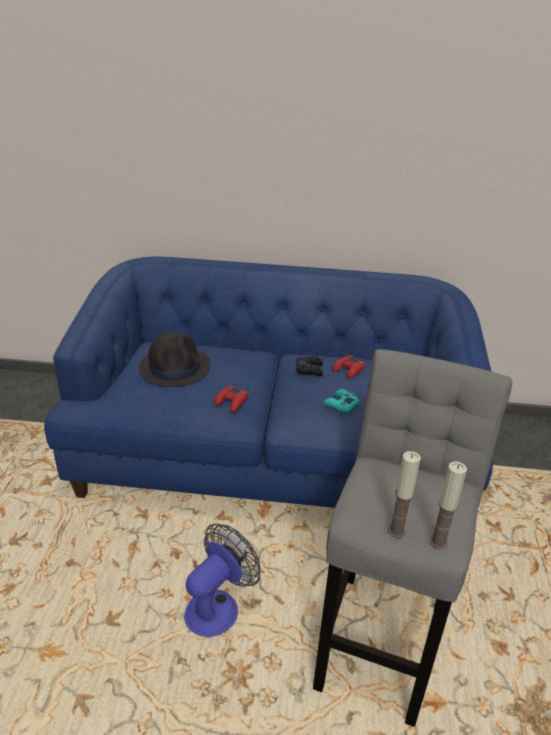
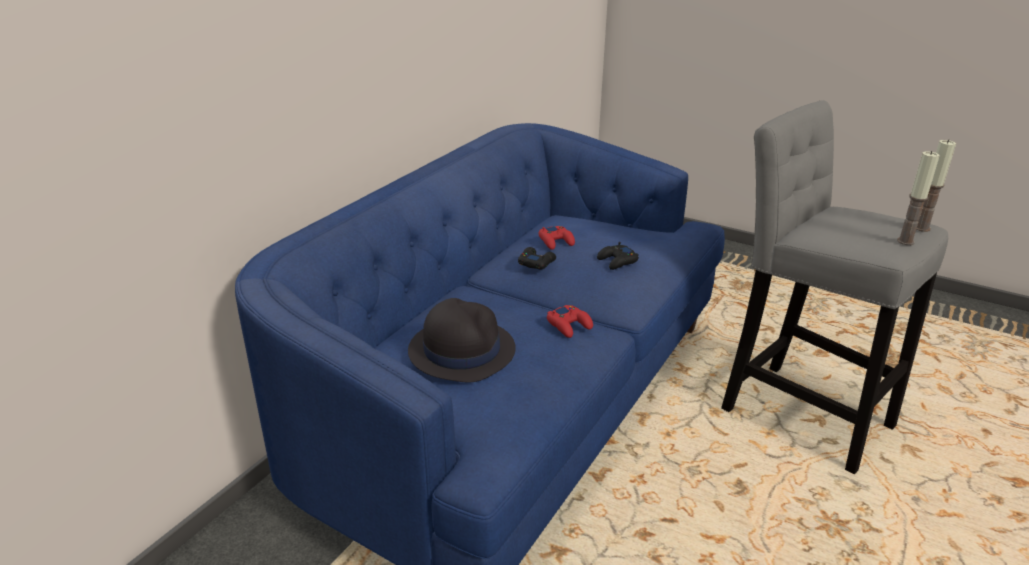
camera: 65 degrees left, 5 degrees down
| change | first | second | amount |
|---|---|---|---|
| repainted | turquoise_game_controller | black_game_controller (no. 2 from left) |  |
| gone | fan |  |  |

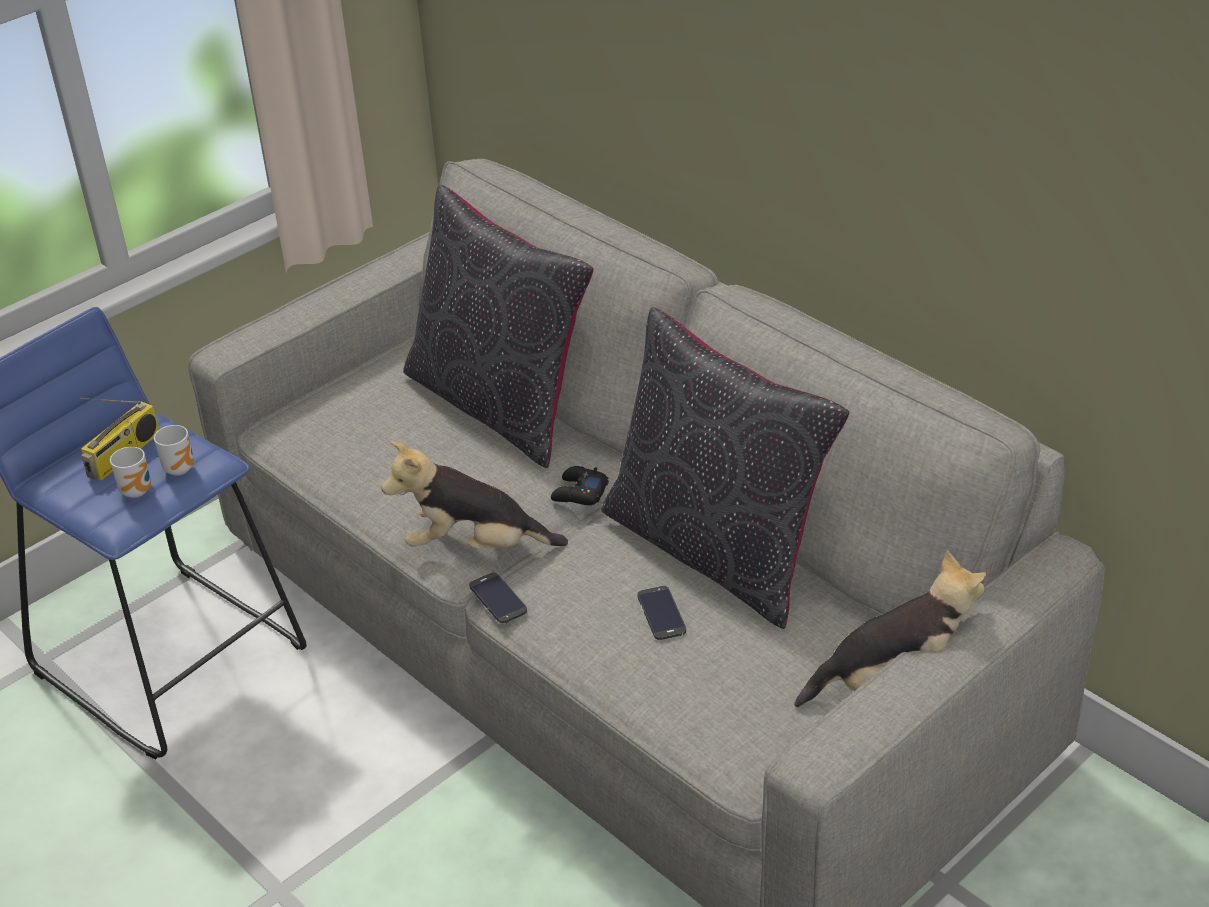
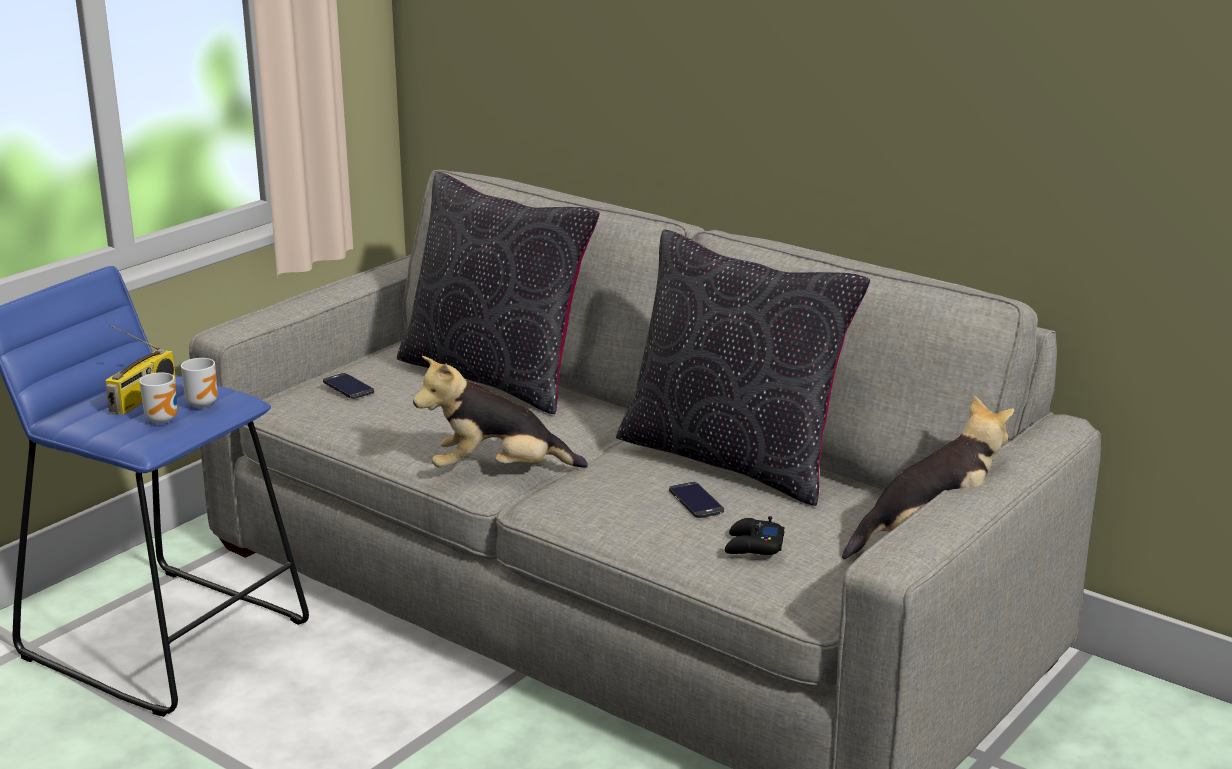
camera: 10 degrees left, 15 degrees down
| change | first | second | amount |
|---|---|---|---|
| shifted | black_game_controller |  |  |
| shifted | phone (no. 1 from left) |  |  |

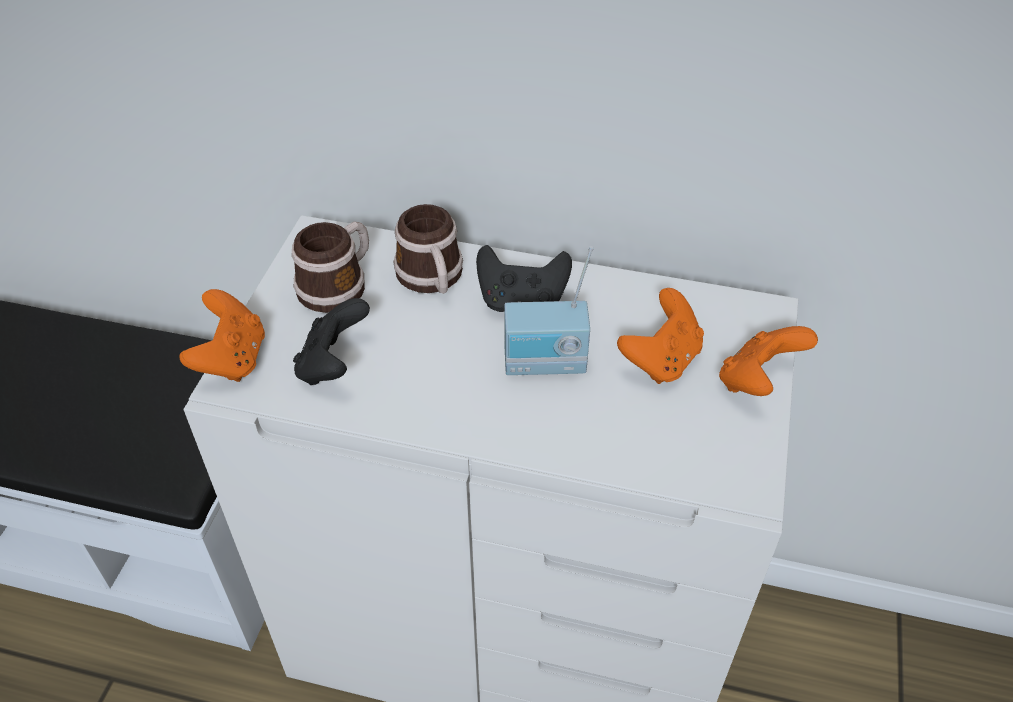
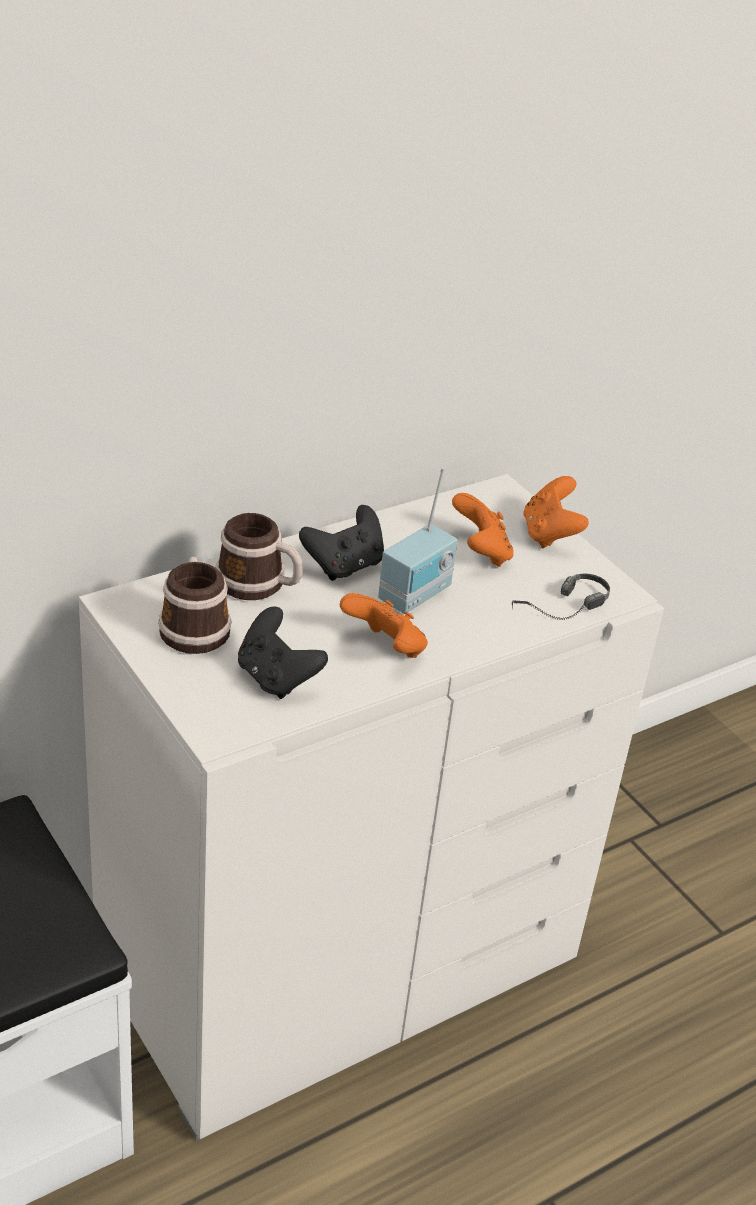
camera: 50 degrees left, 10 degrees down
| change | first | second | amount |
|---|---|---|---|
| shifted | orange_game_controller (no. 1 from left) |  |  |
| new |  | headphones |  |

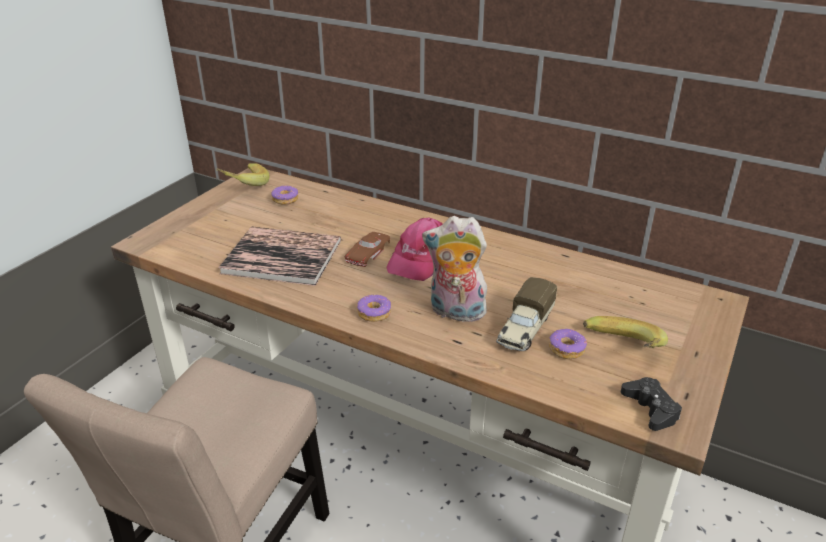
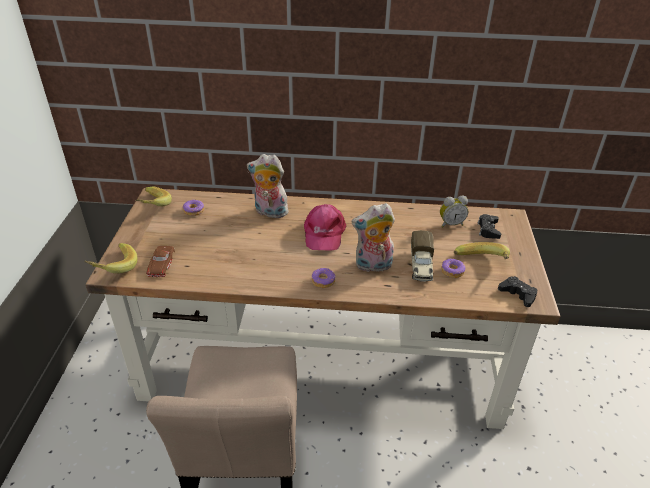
camera: 25 degrees left, 5 degrees up
| change | first | second | amount |
|---|---|---|---|
| gone | book |  |  |
| shifted | brown_toy_car |  |  |
| new |  | plush_toy (no. 1 from left) |  |
| new |  | alarm_clock |  |
| new |  | black_game_controller (no. 1 from left) |  |
| new |  | banana (no. 1 from left) |  |

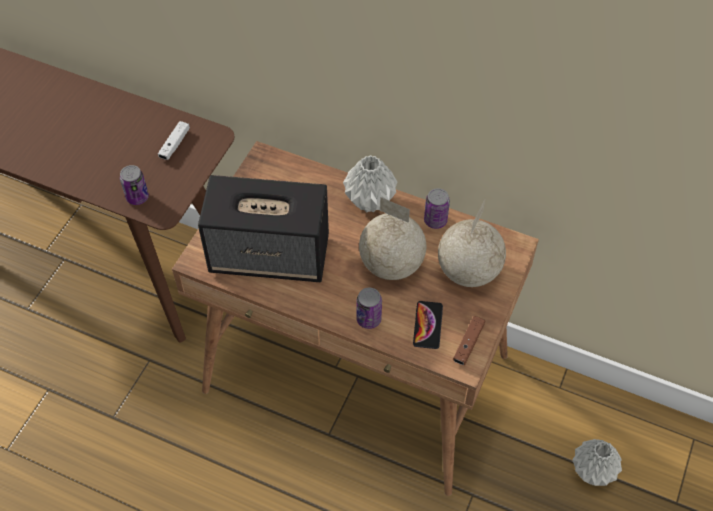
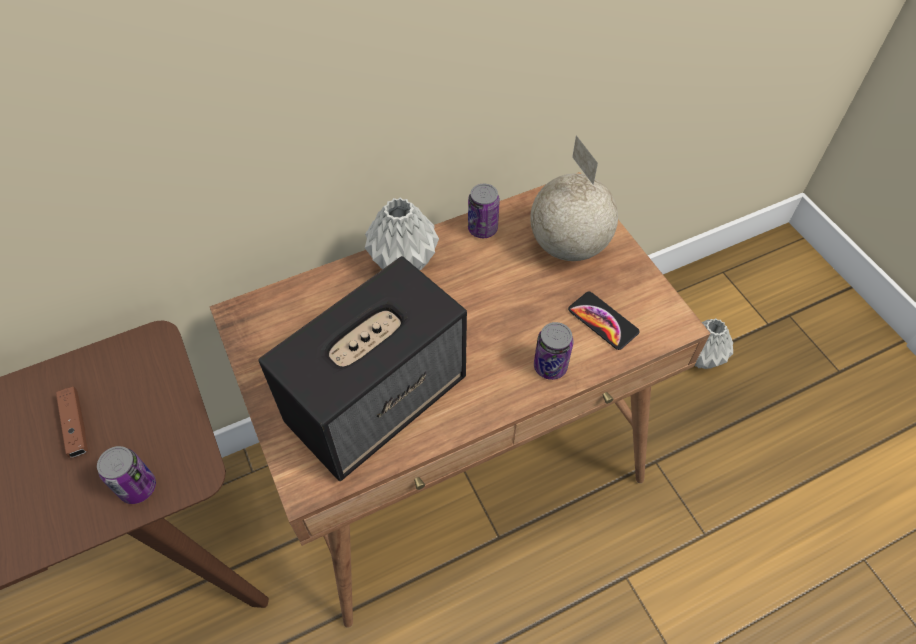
camera: 50 degrees left, 0 degrees up
| change | first | second | amount |
|---|---|---|---|
| gone | white_game_controller |  |  |
| gone | globe (no. 1 from left) |  |  |
| shifted | brown_game_controller |  |  |

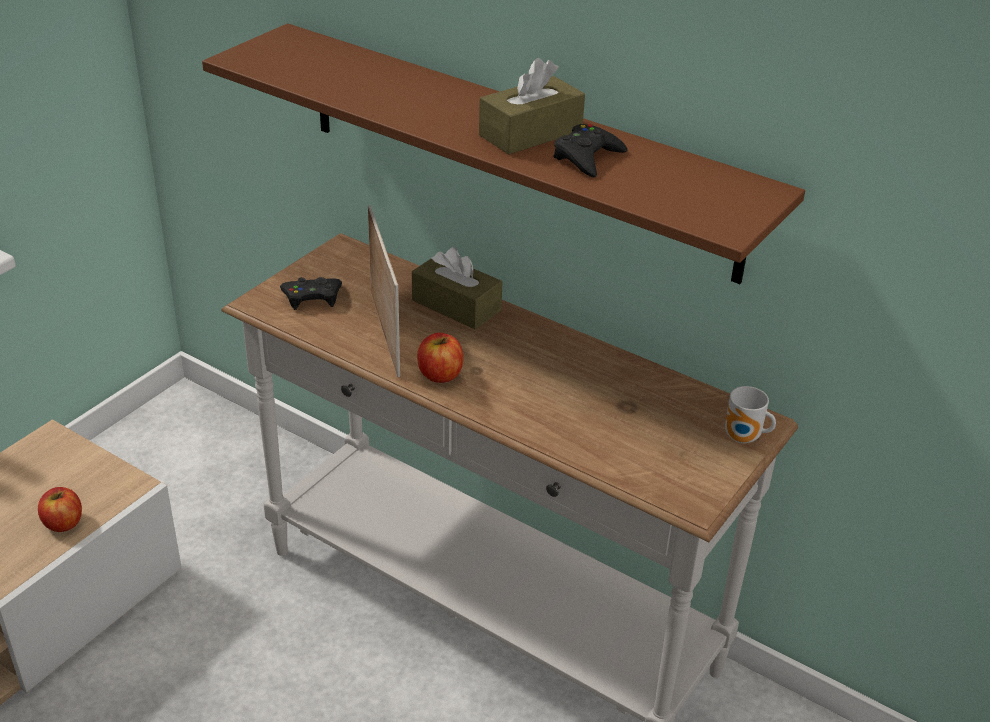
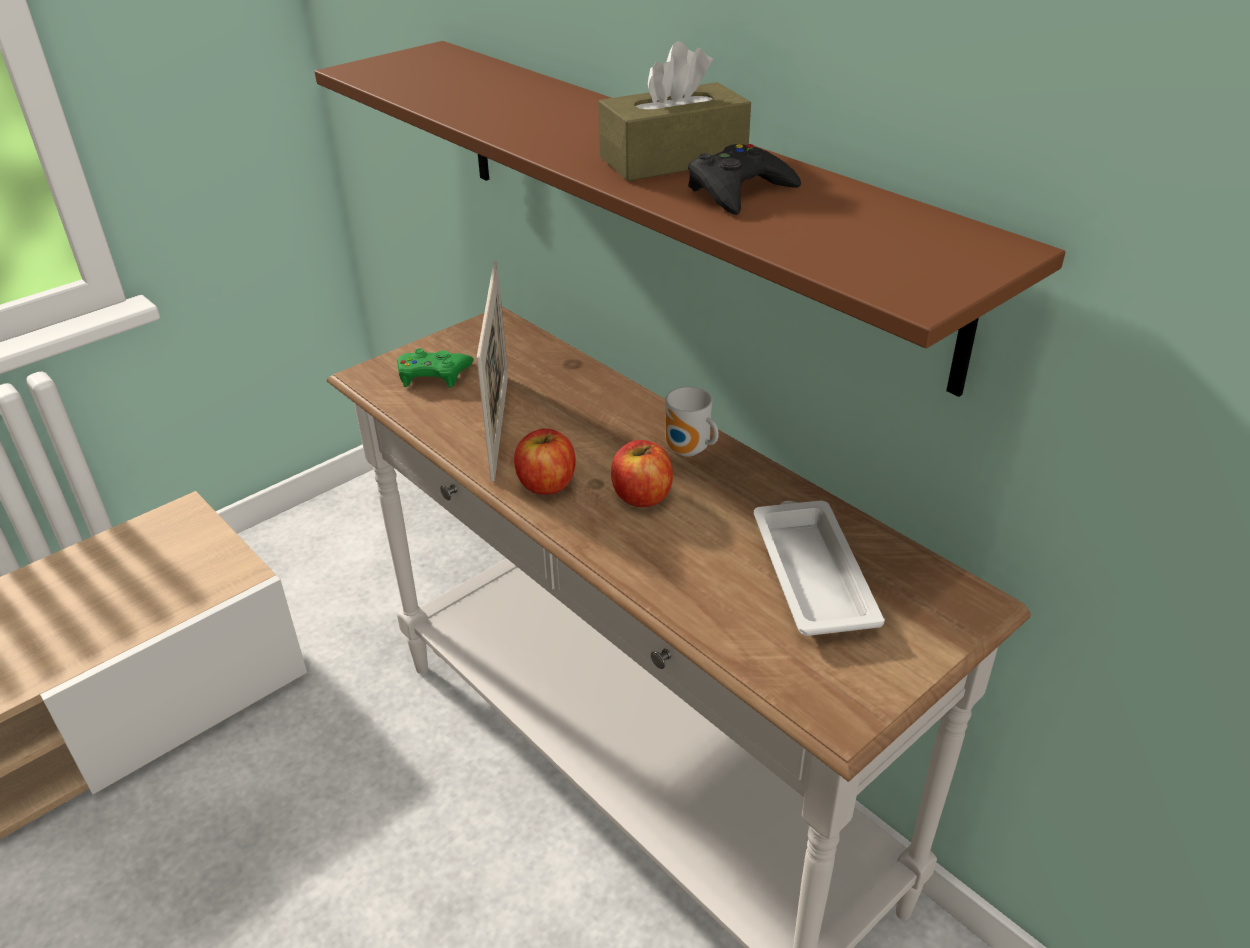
camera: 15 degrees right, 0 degrees up
| change | first | second | amount |
|---|---|---|---|
| gone | brown_tissue_box (no. 1 from left) |  |  |
| repainted | black_game_controller (no. 1 from left) | green_game_controller |  |
| shifted | mug |  |  |
| shifted | apple (no. 1 from left in the first image) | apple (no. 2 from left) |  |
| new |  | white_tray |  |

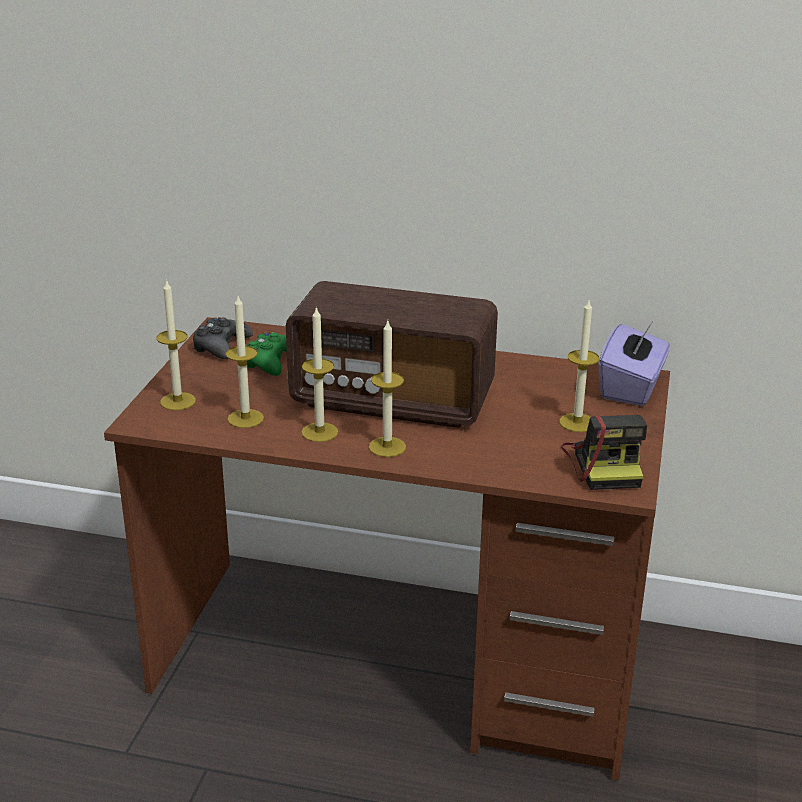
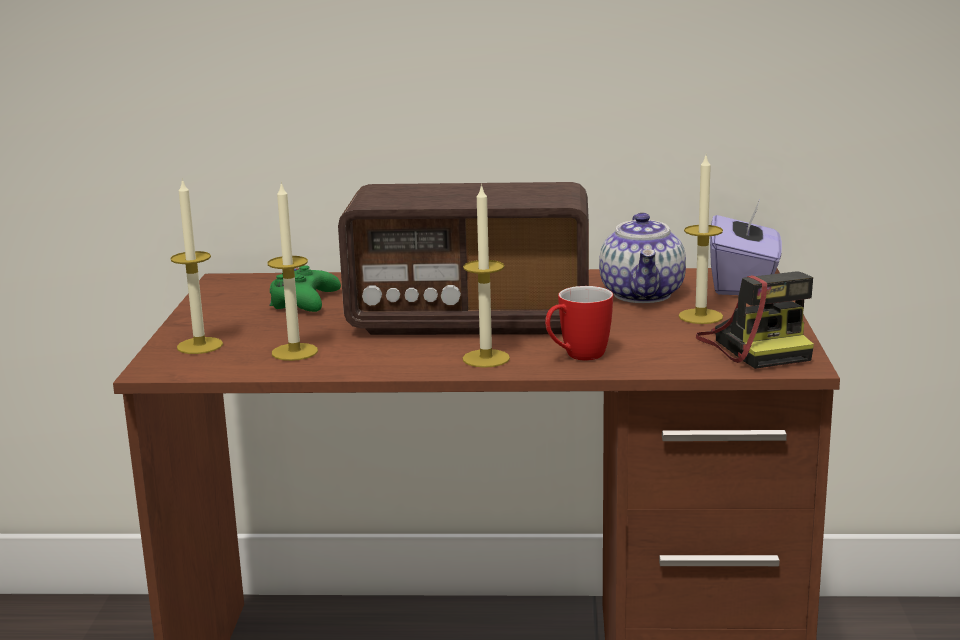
camera: 10 degrees left, 10 degrees down
| change | first | second | amount |
|---|---|---|---|
| gone | candle (no. 3 from left) |  |  |
| gone | black_game_controller |  |  |
| new |  | teapot |  |
| new |  | mug |  |

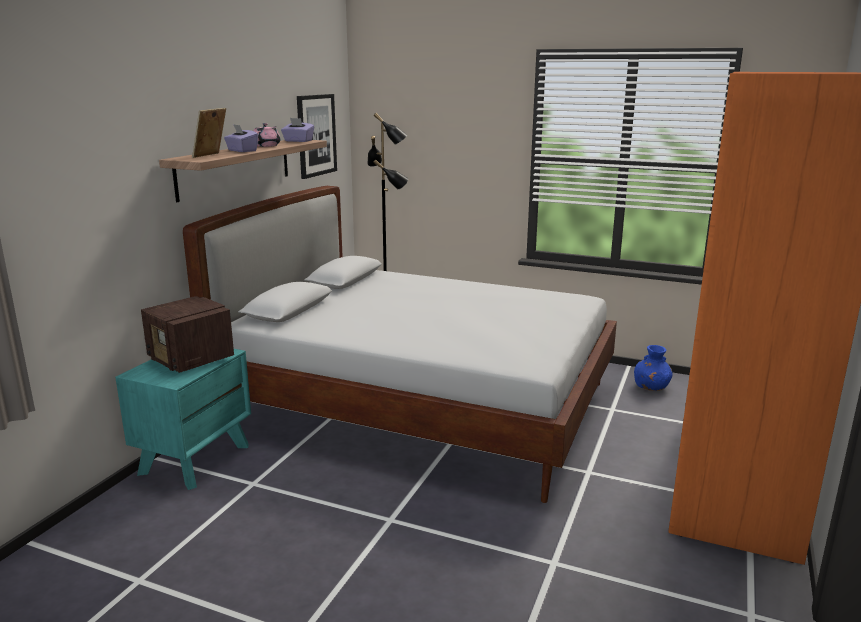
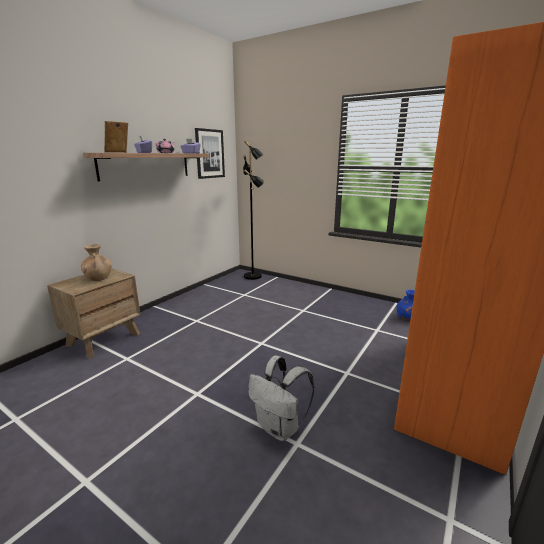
camera: 10 degrees right, 0 degrees up
| change | first | second | amount |
|---|---|---|---|
| gone | white_bed |  |  |
| swapped | radio | brown_vase |  |
| repainted | turquoise_nightstand | brown_nightstand |  |
| new |  | white_backpack |  |

